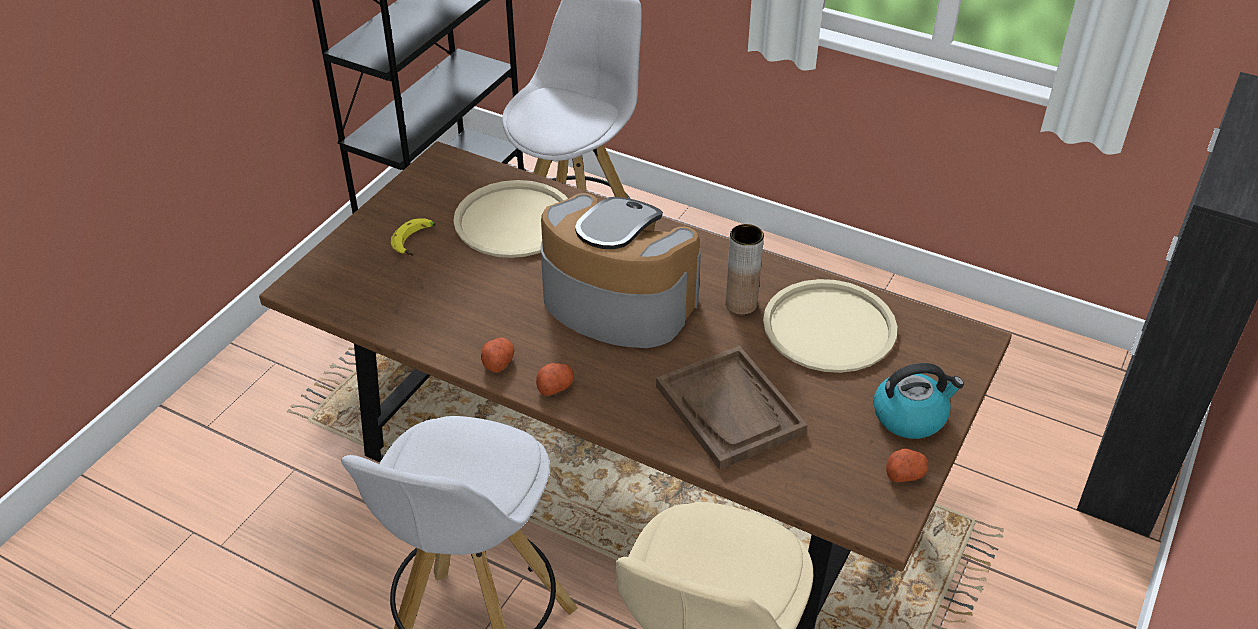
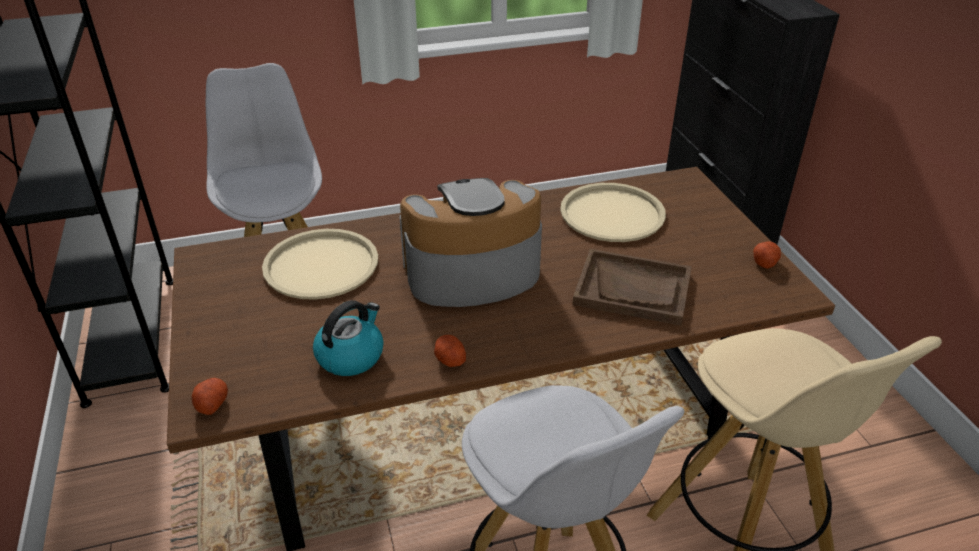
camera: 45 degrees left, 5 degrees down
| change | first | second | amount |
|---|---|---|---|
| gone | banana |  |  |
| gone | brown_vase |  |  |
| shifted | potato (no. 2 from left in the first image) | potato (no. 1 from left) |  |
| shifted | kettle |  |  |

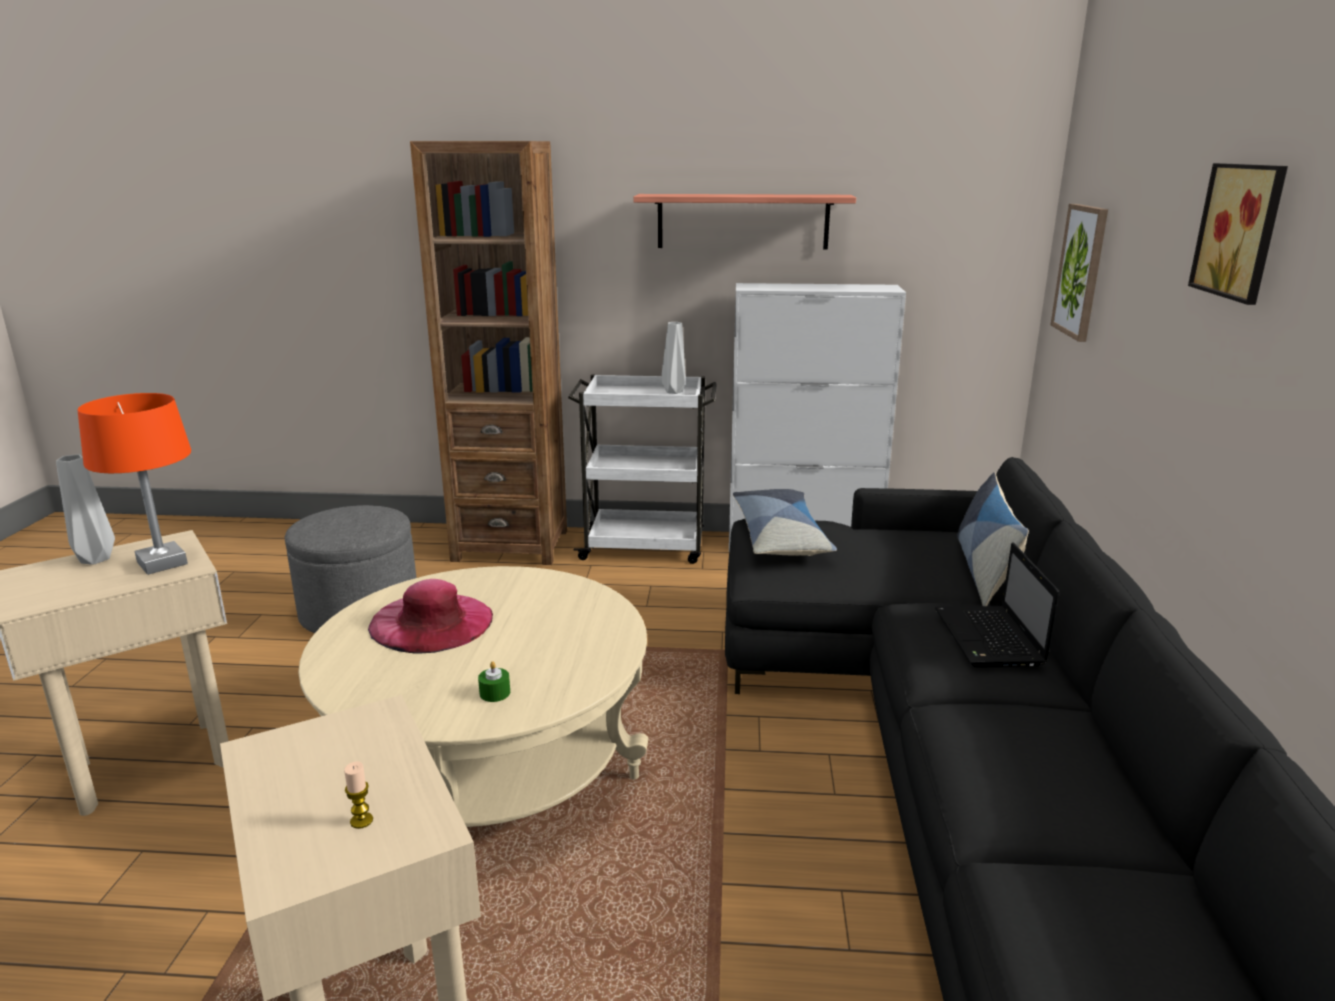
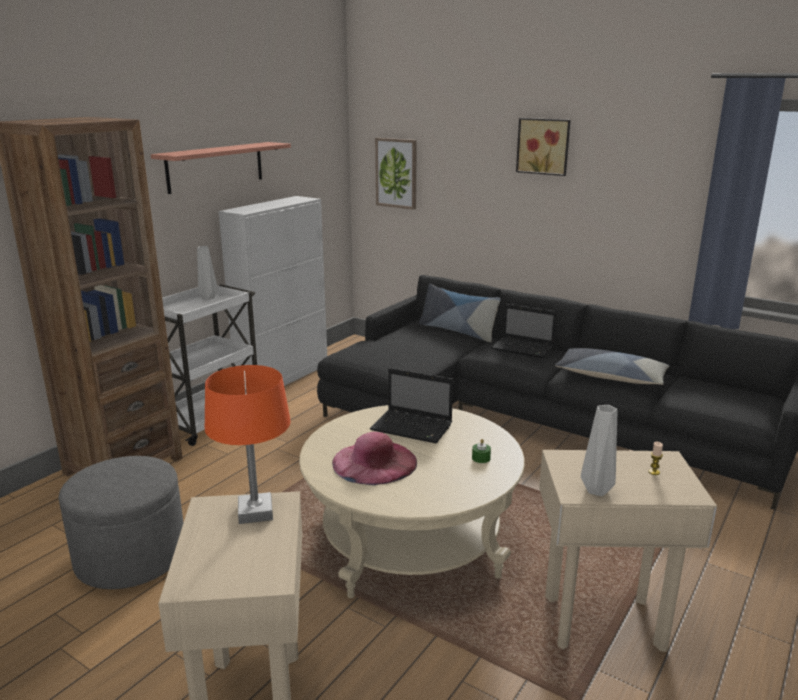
camera: 60 degrees left, 0 degrees up
| change | first | second | amount |
|---|---|---|---|
| shifted | grey_vase (no. 1 from left in the first image) | grey_vase (no. 2 from left) |  |
| shifted | pillow (no. 1 from left in the first image) | pillow (no. 2 from left) |  |
| new |  | laptop (no. 1 from left) |  |

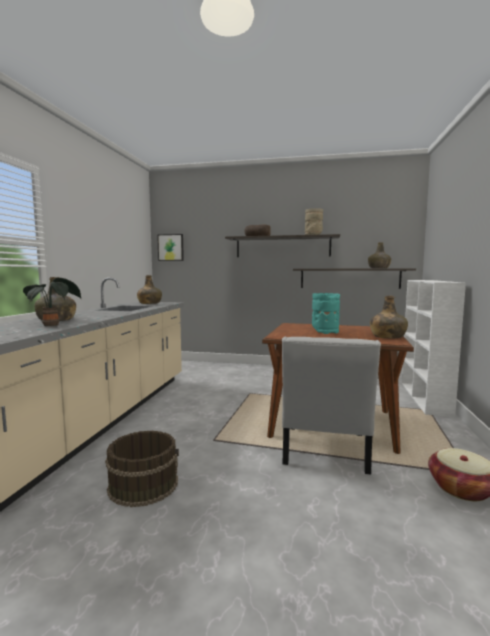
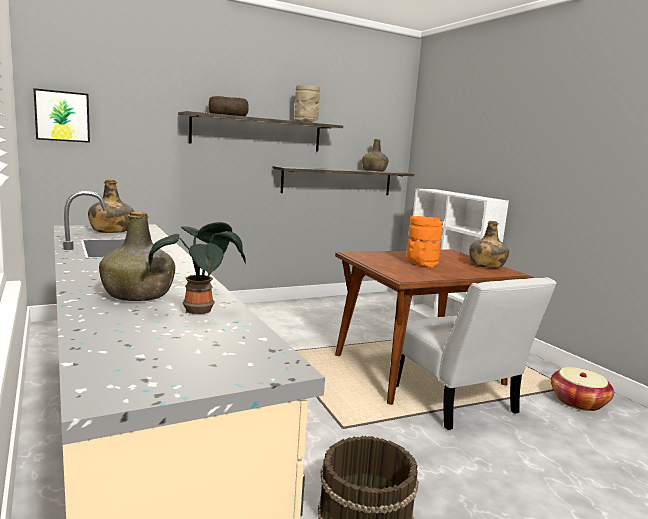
camera: 40 degrees left, 5 degrees up
| change | first | second | amount |
|---|---|---|---|
| repainted | turquoise_vase | orange_vase |  |

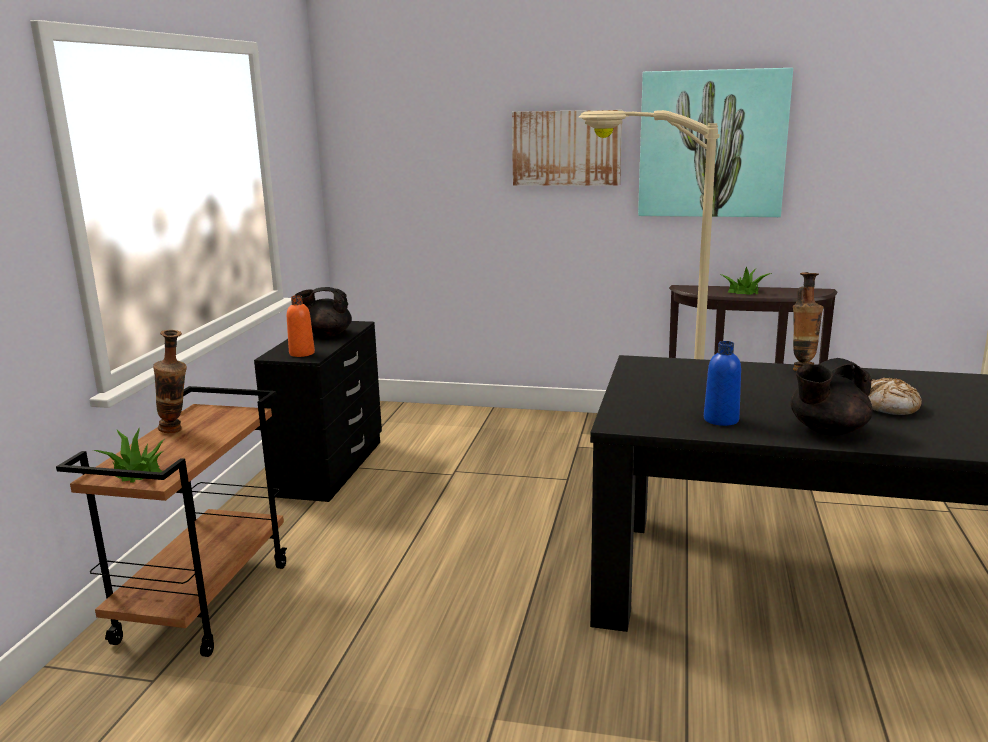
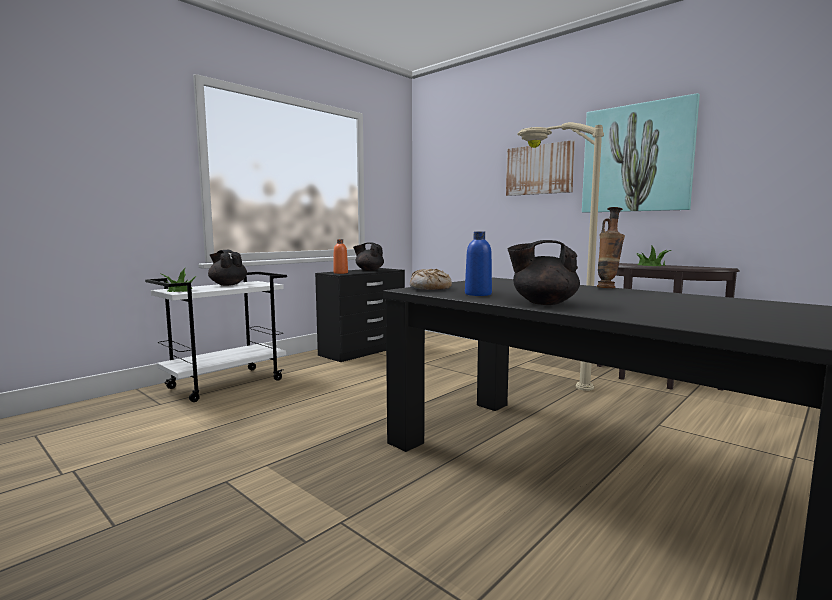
camera: 30 degrees right, 10 degrees down
| change | first | second | amount |
|---|---|---|---|
| swapped | vase (no. 1 from left) | black_teapot (no. 1 from left) |  |
| shifted | bread |  |  |
| repainted | brown_cart | white_cart |  |

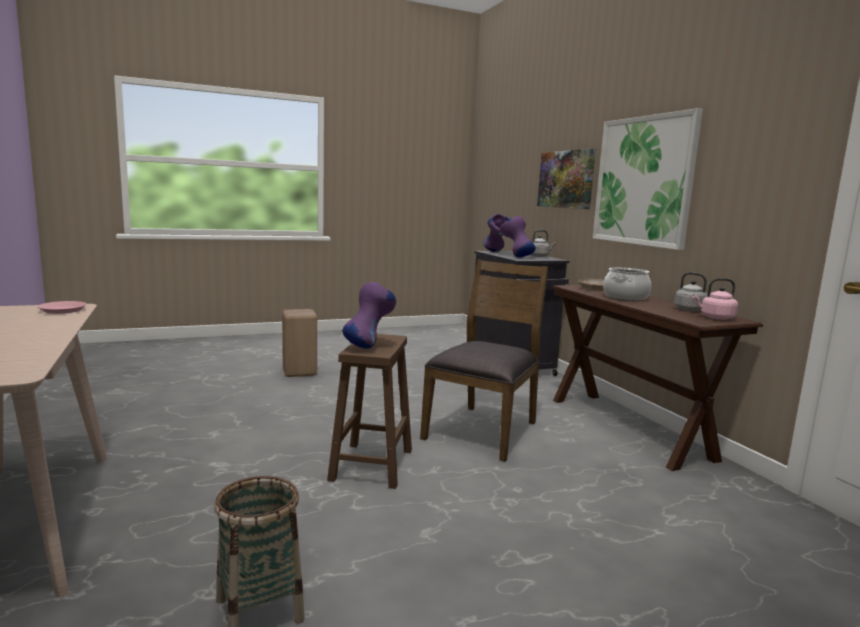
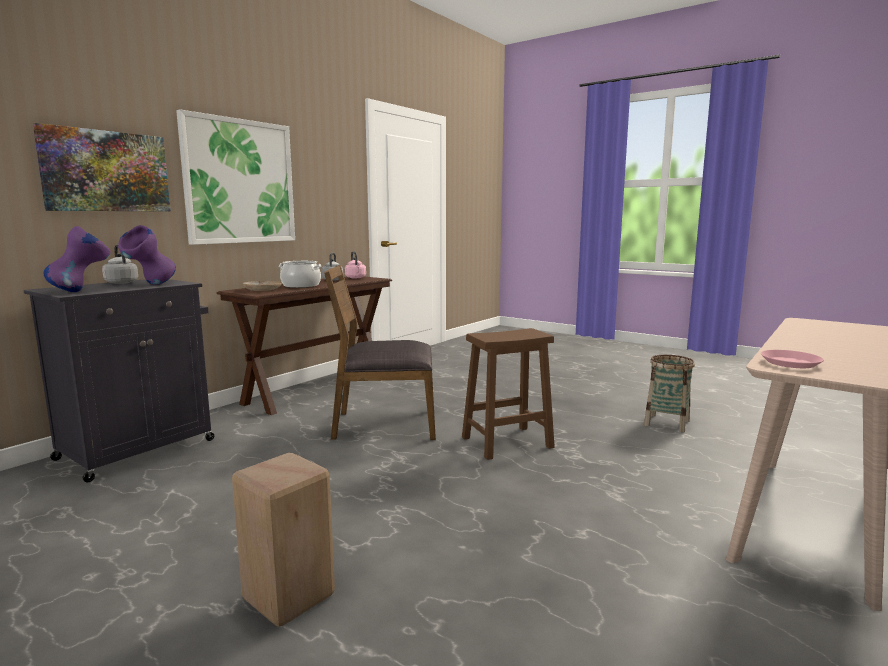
camera: 120 degrees left, 0 degrees up
| change | first | second | amount |
|---|---|---|---|
| gone | purple_vase (no. 1 from left) |  |  |

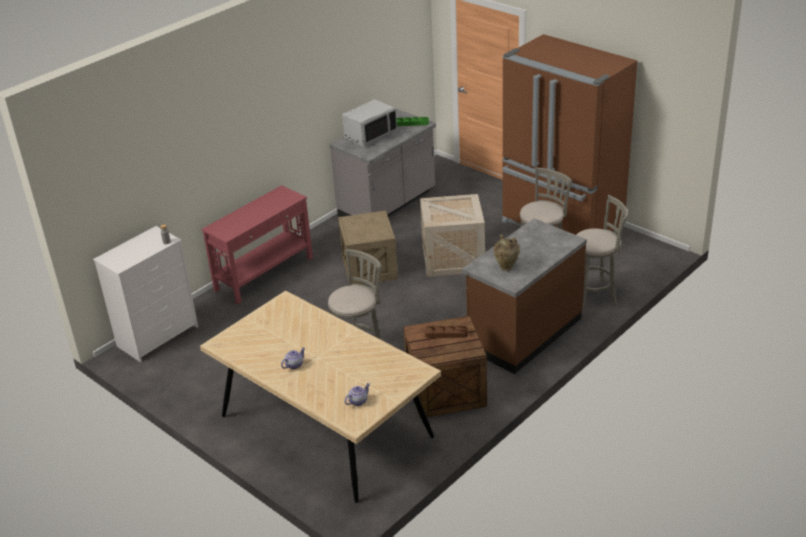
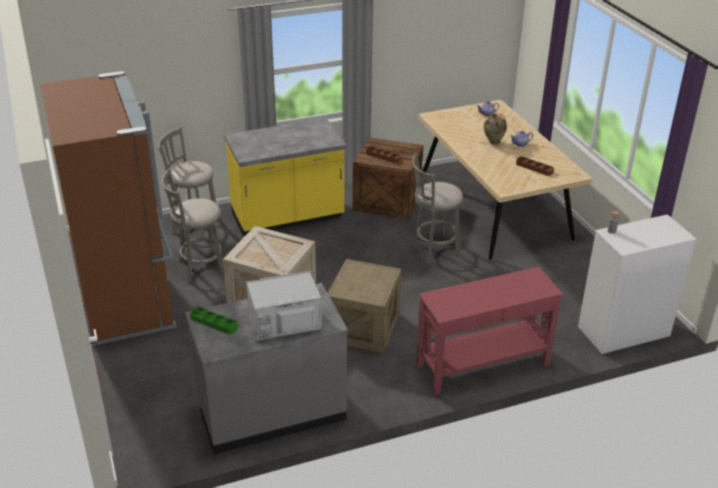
camera: 155 degrees left, 0 degrees up
| change | first | second | amount |
|---|---|---|---|
| repainted | brown_counter | yellow_counter |  |
| shifted | beige_vase |  |  |
| new |  | brown_tray (no. 2 from left) |  |

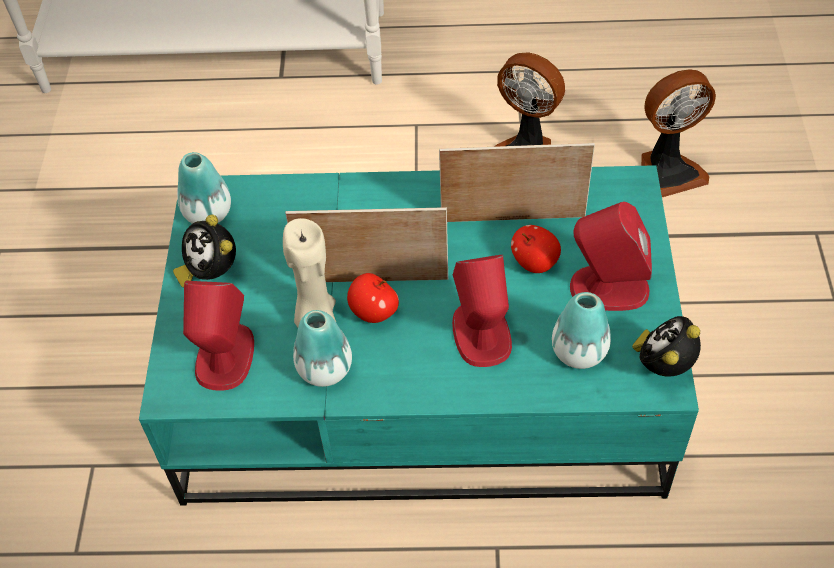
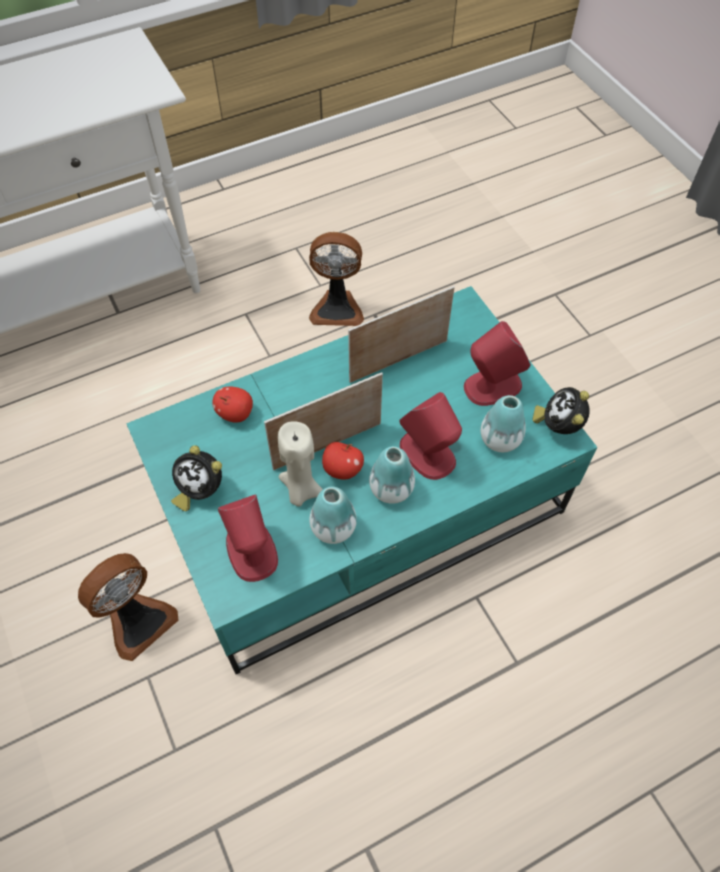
camera: 30 degrees left, 5 degrees up
| change | first | second | amount |
|---|---|---|---|
| shifted | fan (no. 2 from left in the first image) | fan (no. 1 from left) |  |
| shifted | vase (no. 1 from left in the first image) | vase (no. 2 from left) |  |
| shifted | apple (no. 2 from left in the first image) | apple (no. 1 from left) |  |

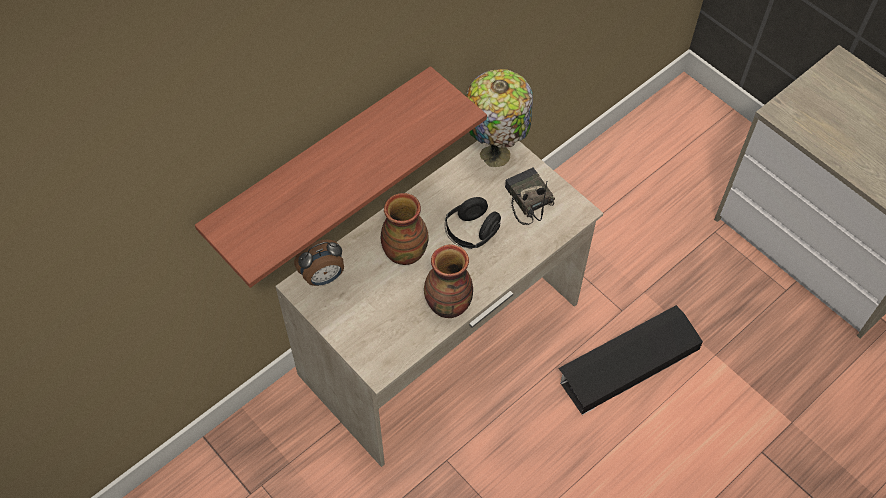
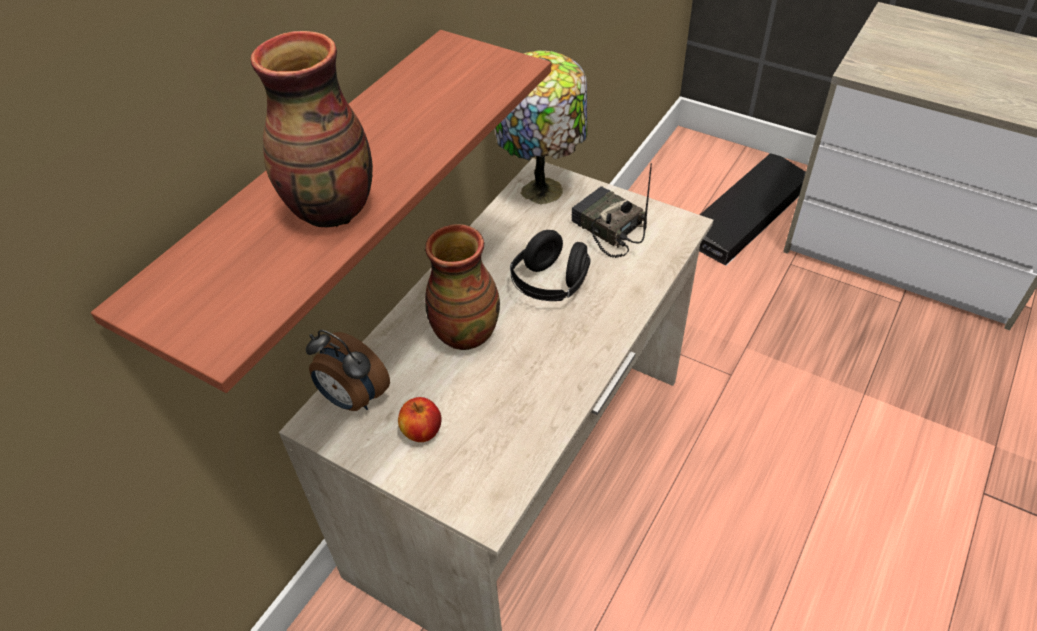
camera: 15 degrees left, 10 degrees down
| change | first | second | amount |
|---|---|---|---|
| rotated | alarm_clock |  | 75 degrees clockwise |
| shifted | vase (no. 2 from left in the first image) | vase (no. 1 from left) |  |
| shifted | black_storage_box |  |  |
| new |  | apple |  |

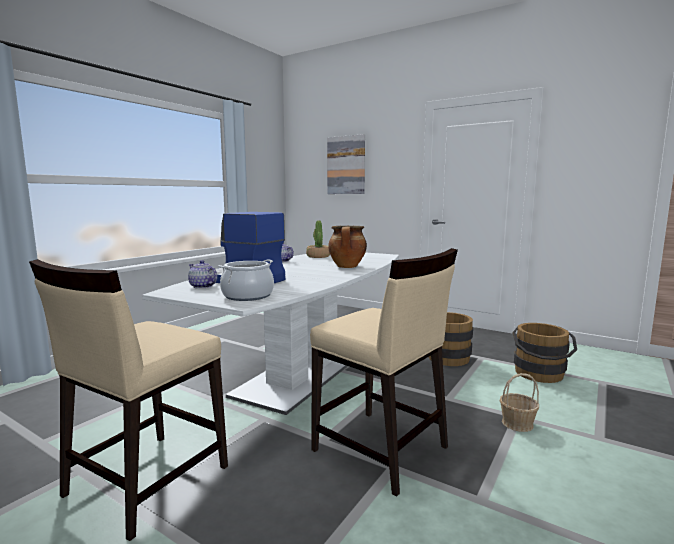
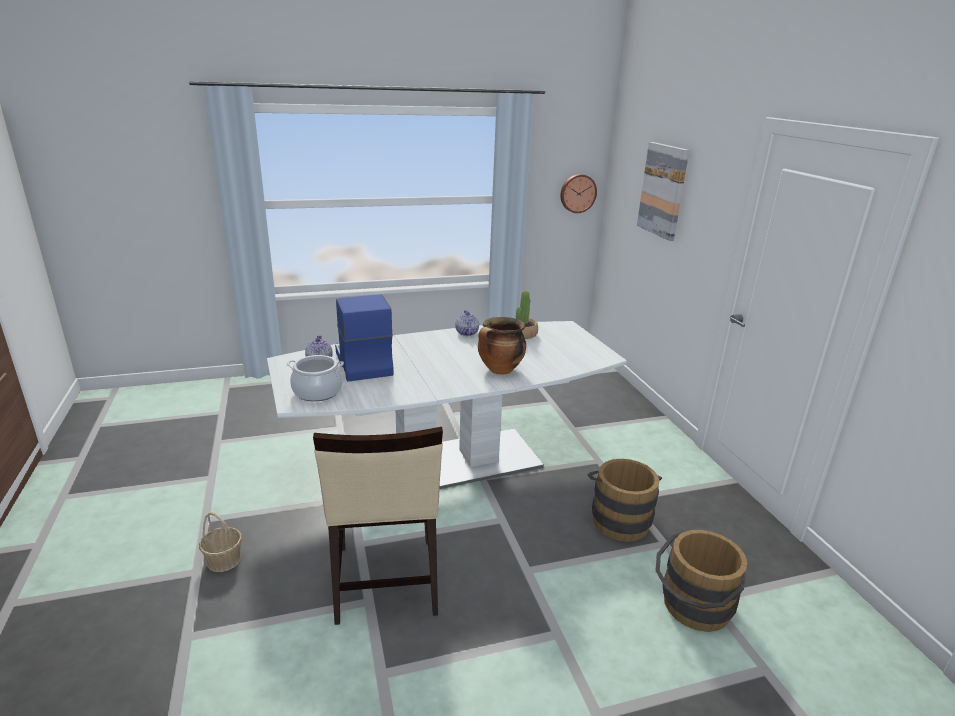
camera: 40 degrees right, 15 degrees up
| change | first | second | amount |
|---|---|---|---|
| gone | beige_chair (no. 1 from left) |  |  |
| shifted | basket |  |  |
| new |  | wall_clock |  |

